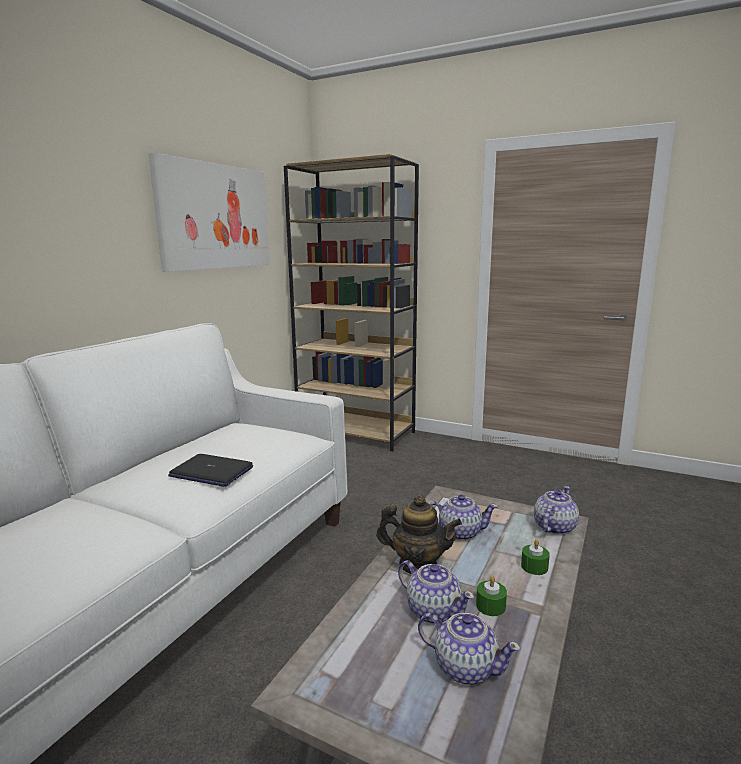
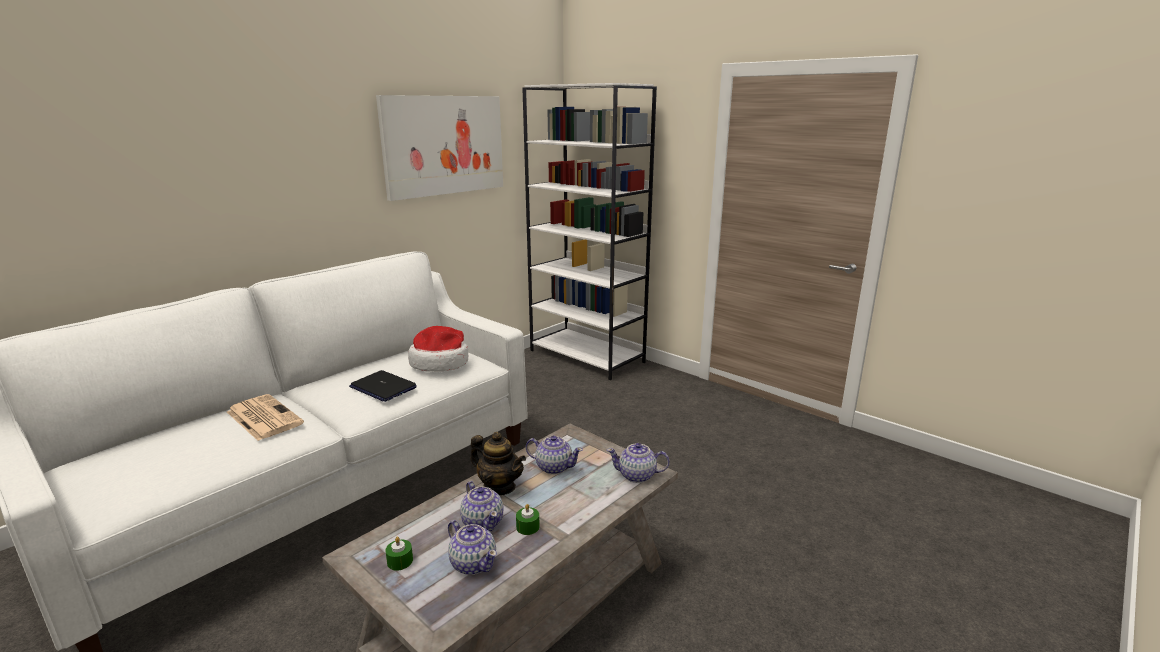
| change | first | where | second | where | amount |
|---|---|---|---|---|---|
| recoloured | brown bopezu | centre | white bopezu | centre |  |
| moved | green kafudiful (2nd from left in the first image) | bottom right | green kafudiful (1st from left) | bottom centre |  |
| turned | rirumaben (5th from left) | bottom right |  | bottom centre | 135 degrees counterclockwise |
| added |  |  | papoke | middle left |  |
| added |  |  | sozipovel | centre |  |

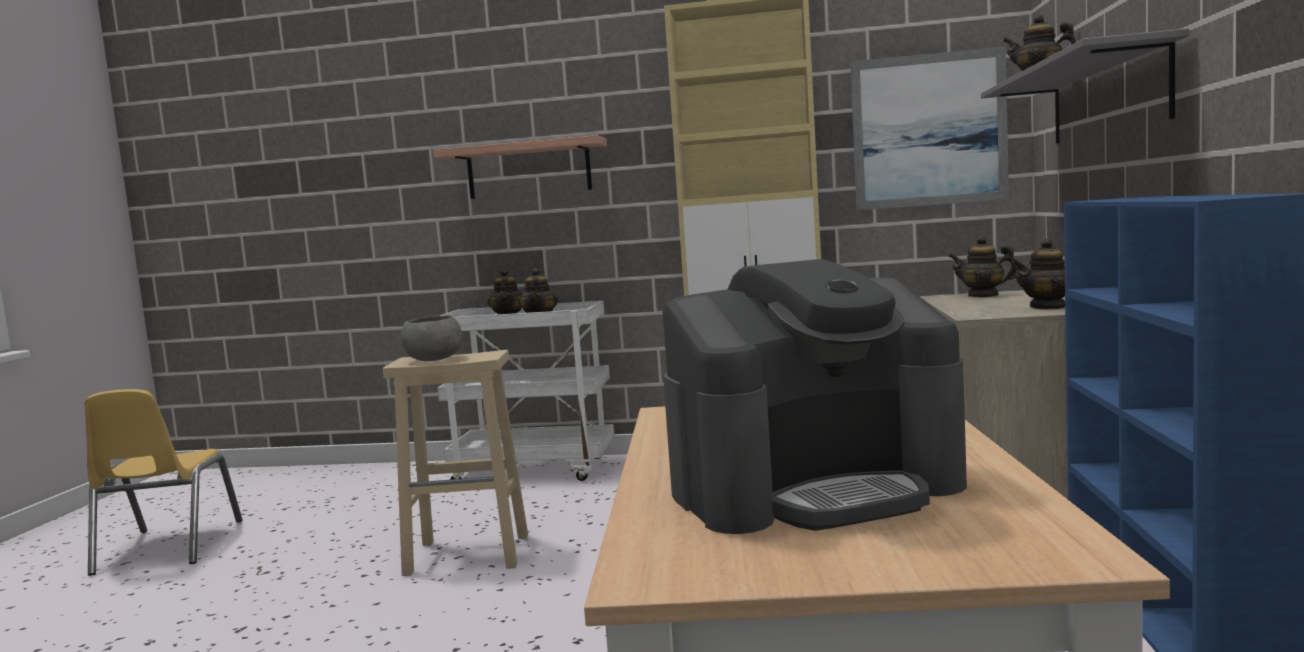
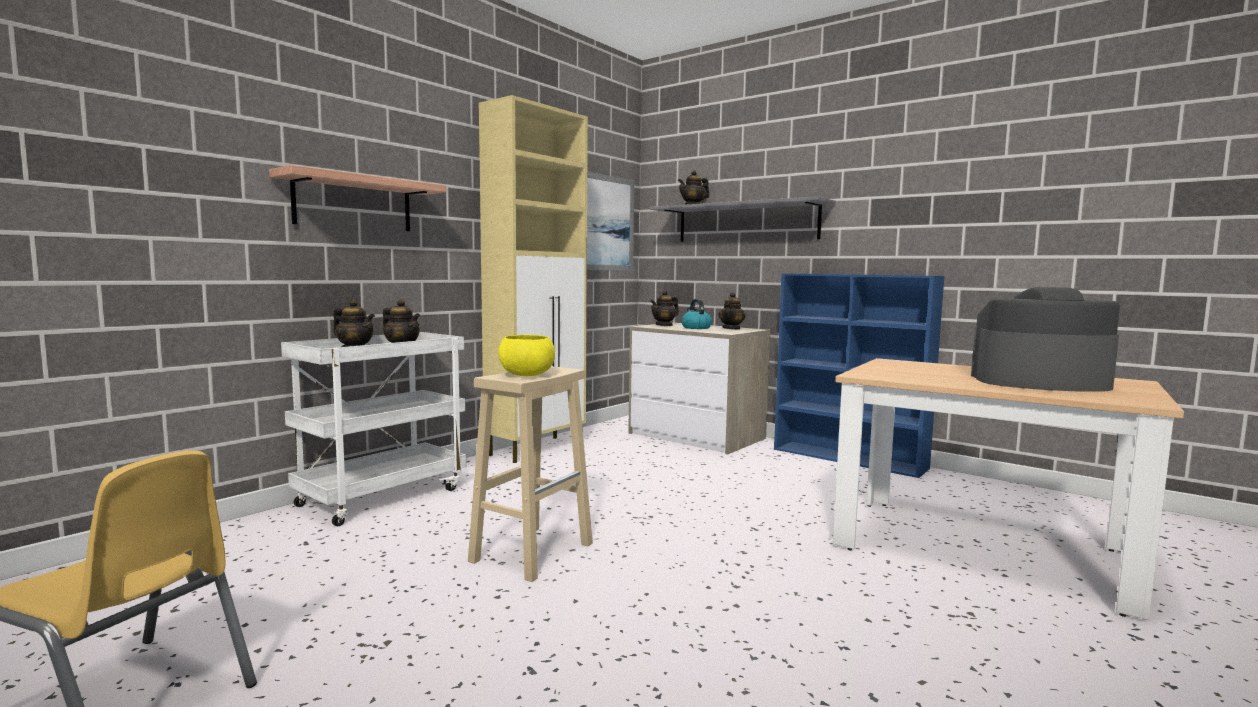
| change | first | where | second | where | amount |
|---|---|---|---|---|---|
| recoloured | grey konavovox | middle left | yellow konavovox | centre |  |
| turned | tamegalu | centre |  | middle right | 90 degrees counterclockwise |
| added |  |  | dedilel | centre |  |

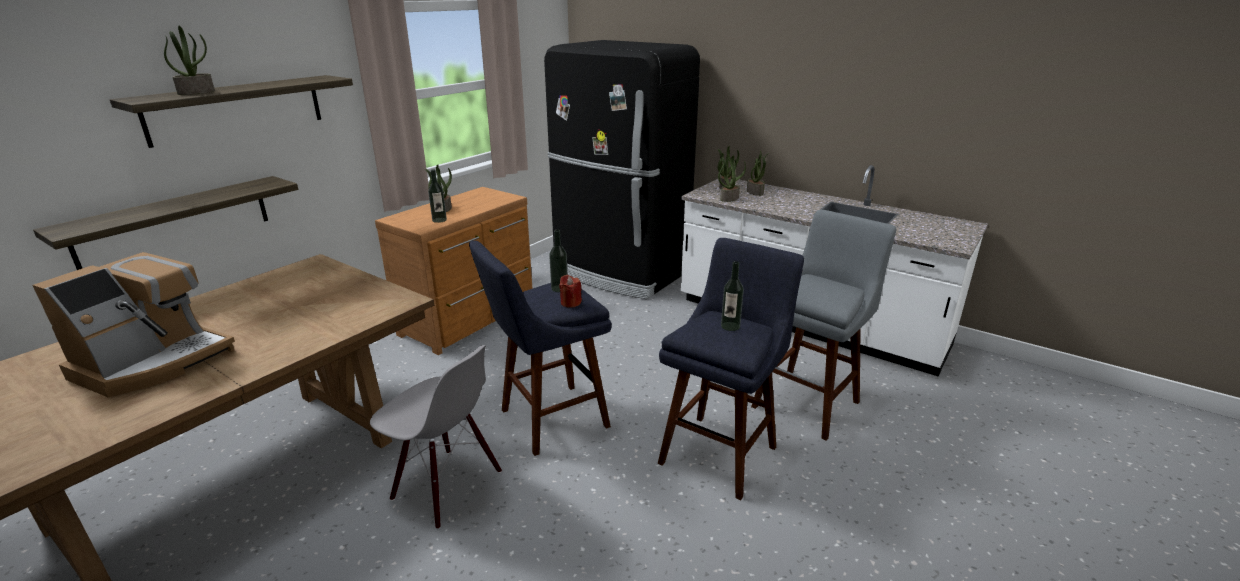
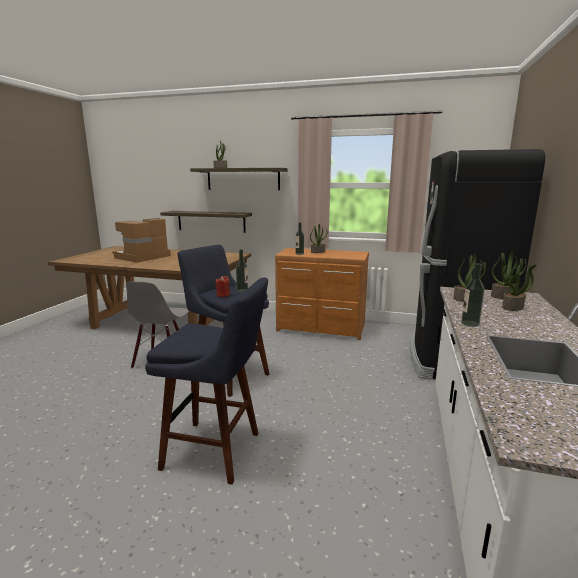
| change | first | where | second | where | amount |
|---|---|---|---|---|---|
| turned | tamegalu | middle left |  | middle left | 120 degrees clockwise |
| moved | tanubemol (3rd from left) | centre |  | middle right |  |
| removed | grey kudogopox | centre |  |  |  |

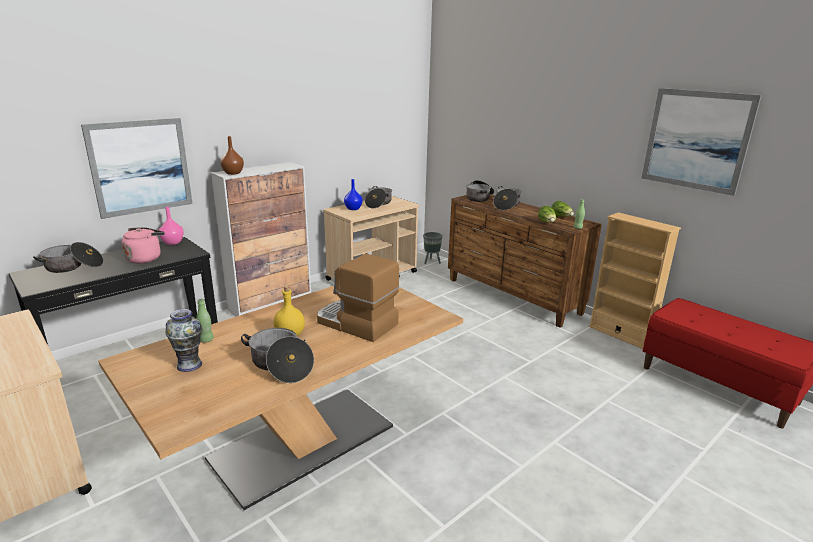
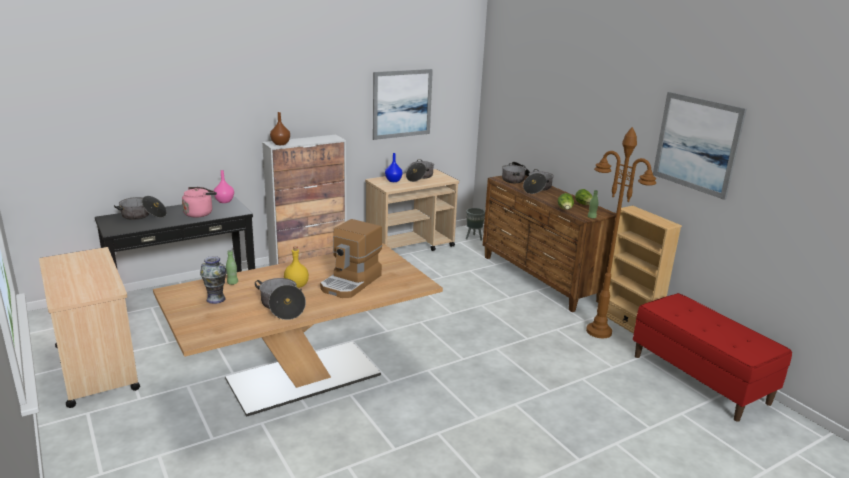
| change | first | where | second | where | amount |
|---|---|---|---|---|---|
| moved | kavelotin (1st from left) | top left |  | top centre |  |
| turned | tamegalu | centre |  | centre | 105 degrees counterclockwise |
| added |  |  | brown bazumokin | middle right |  |

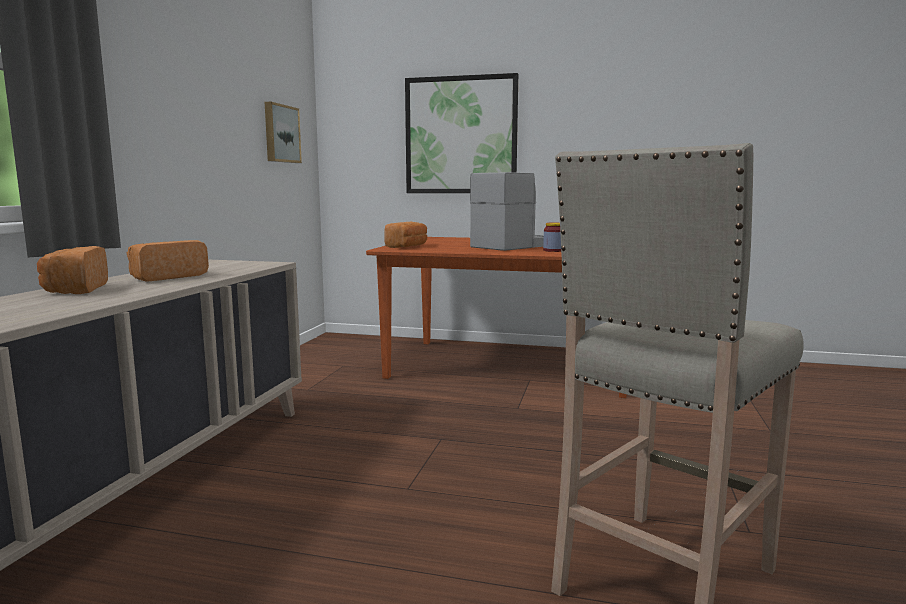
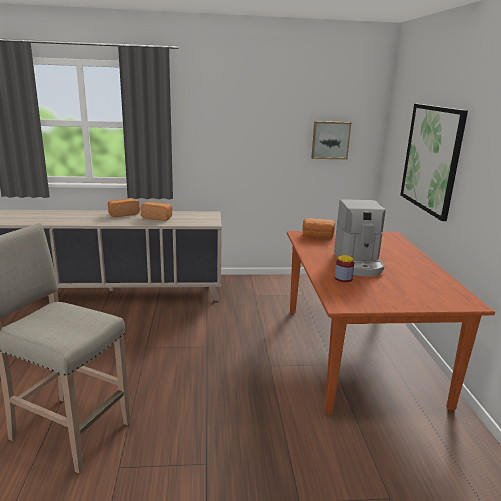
| change | first | where | second | where | amount |
|---|---|---|---|---|---|
| turned | tamegalu | centre |  | middle right | 60 degrees clockwise |

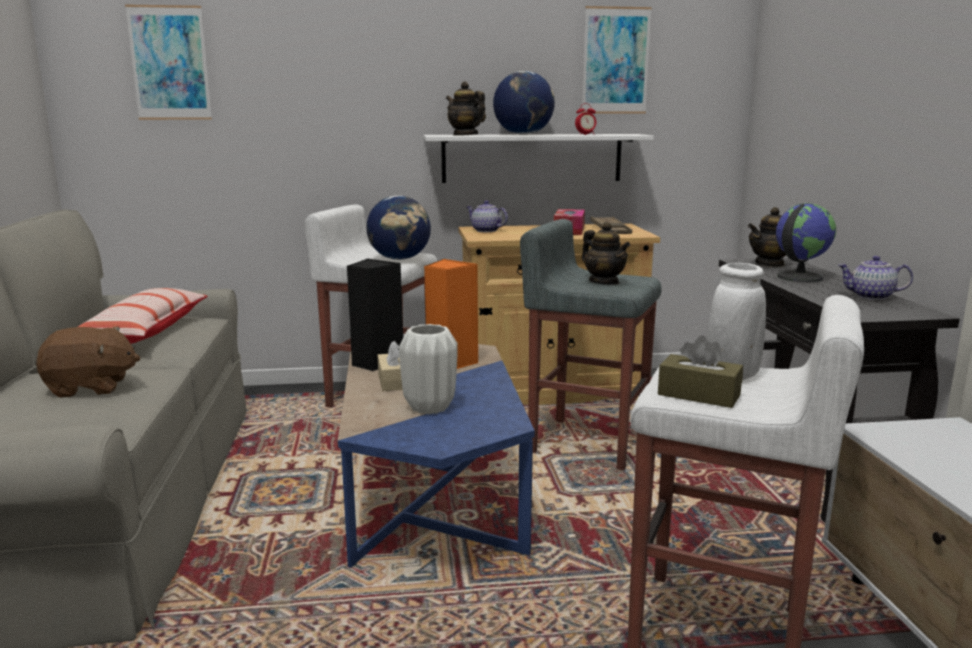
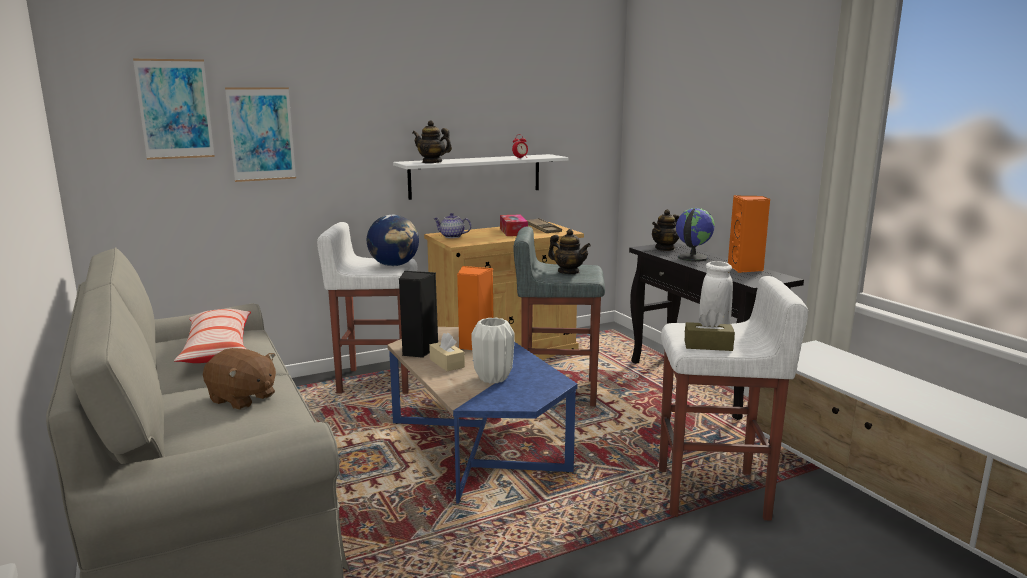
| change | first | where | second | where | amount |
|---|---|---|---|---|---|
| turned | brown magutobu | middle left |  | middle left | 60 degrees clockwise |
| removed | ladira (2nd from left) | top centre |  |  |  |
| moved | kavelotin (2nd from left) | top centre |  | top left |  |
| replaced | rirumaben (5th from left) | middle right | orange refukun (2nd from left) | middle right |  |

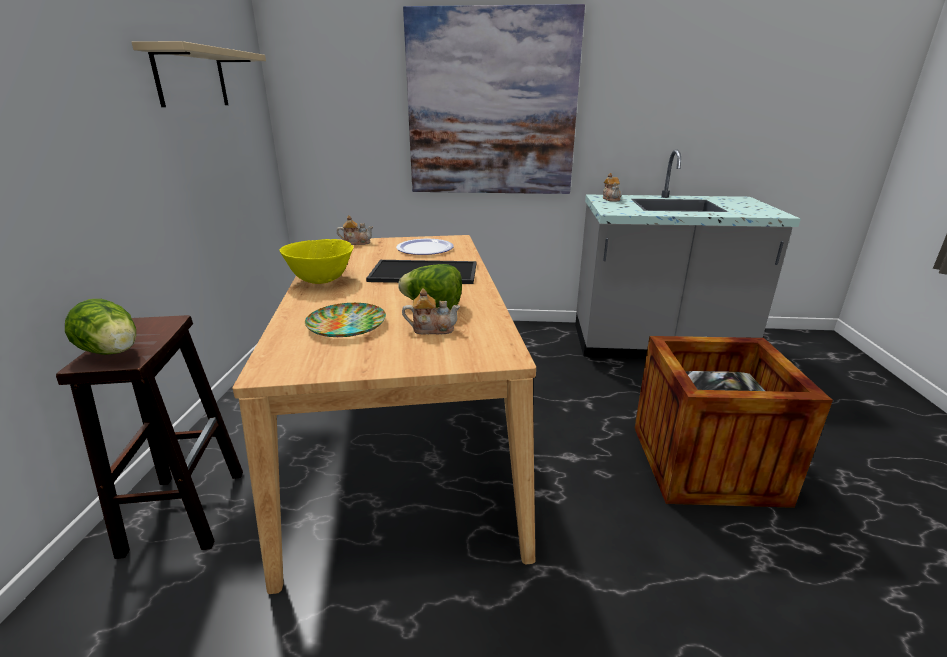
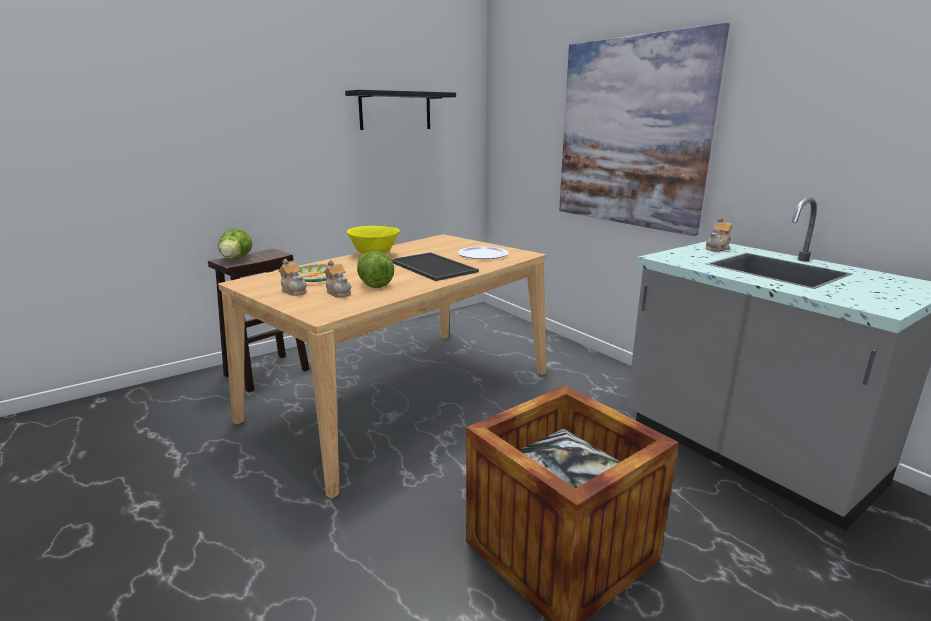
| change | first | where | second | where | amount |
|---|---|---|---|---|---|
| recoloured | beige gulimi | top left | black gulimi | top centre |  |
| moved | rirumaben (1st from left) | centre |  | middle left |  |

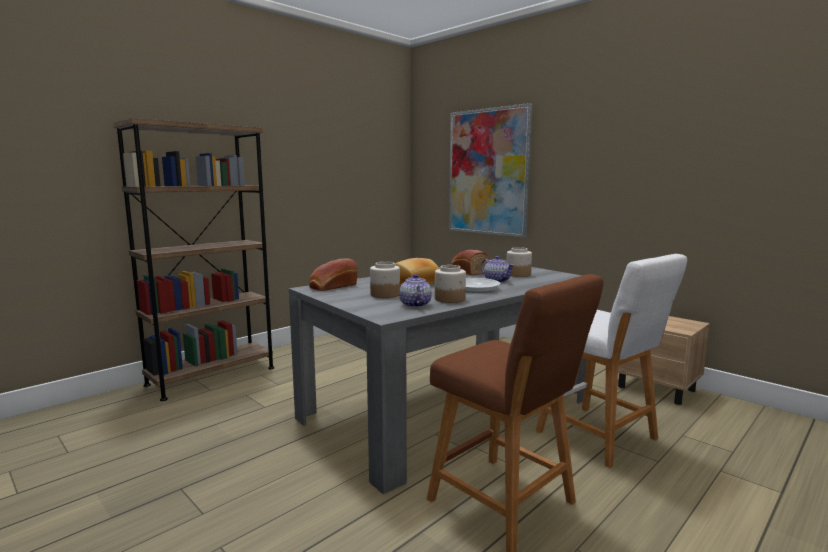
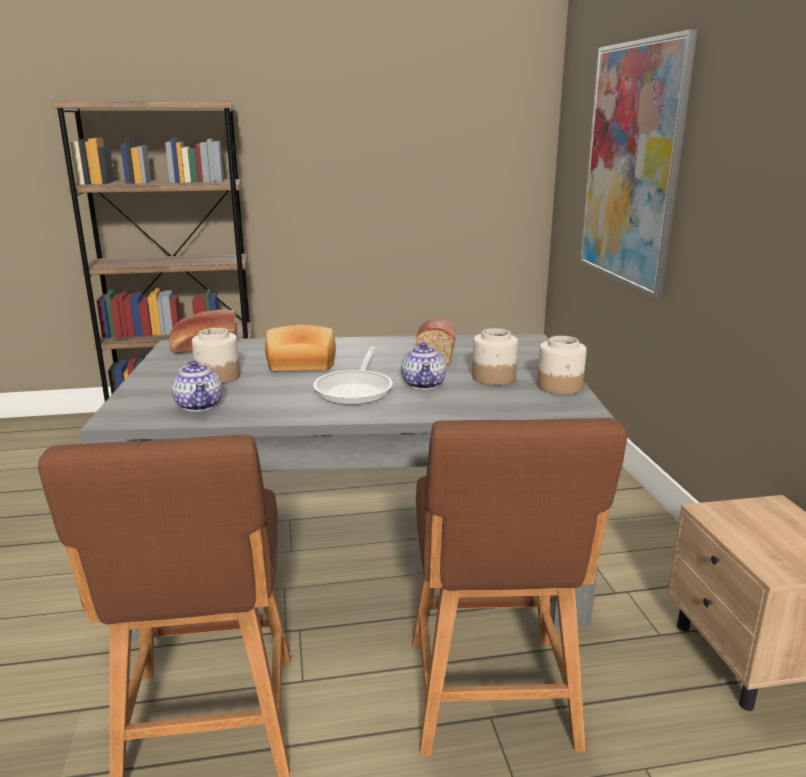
| change | first | where | second | where | amount |
|---|---|---|---|---|---|
| turned | rirumaben (1st from left) | centre |  | middle left | 135 degrees clockwise |
| moved | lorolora (2nd from left in the first image) | centre | lorolora (3rd from left) | middle right |  |
| recoloured | white kudogopox | middle right | brown kudogopox (2nd from left) | bottom centre |  |

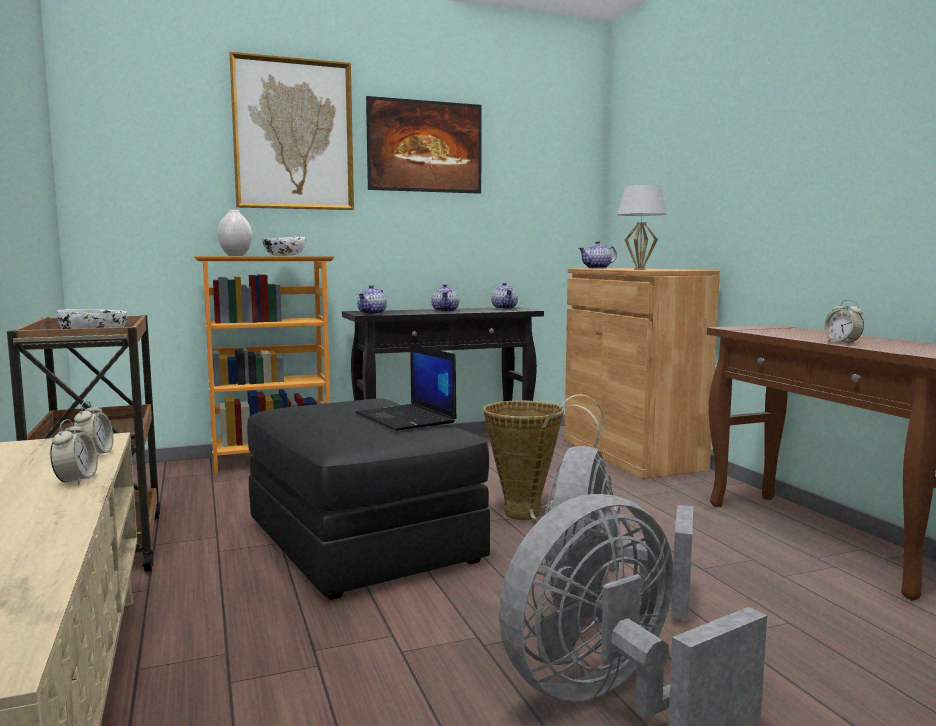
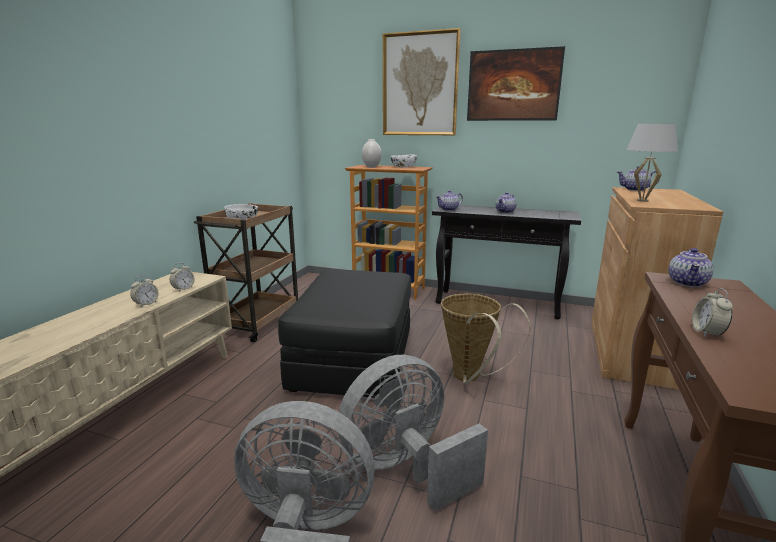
| change | first | where | second | where | amount |
|---|---|---|---|---|---|
| removed | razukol | centre |  |  |  |
| moved | rirumaben (3rd from left in the first image) | centre | rirumaben (4th from left) | middle right |  |

